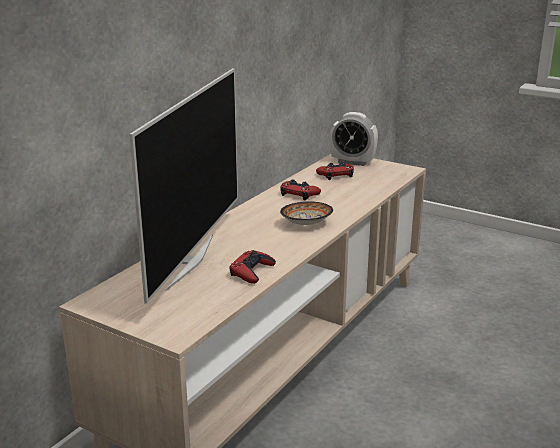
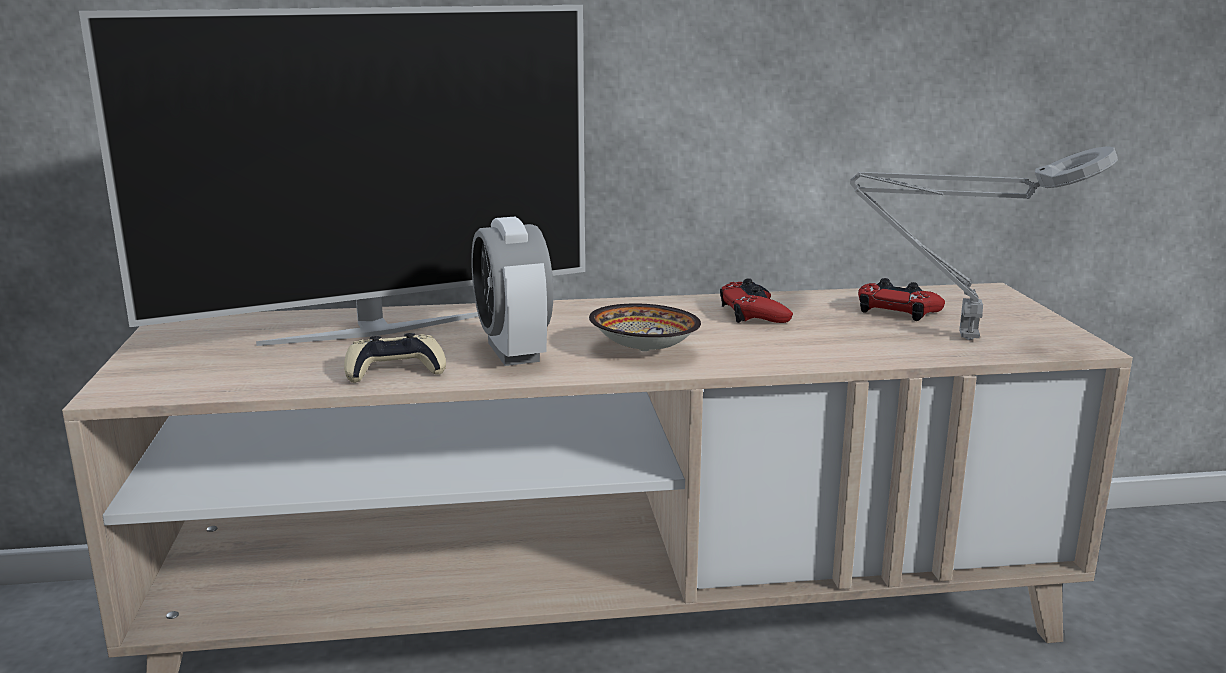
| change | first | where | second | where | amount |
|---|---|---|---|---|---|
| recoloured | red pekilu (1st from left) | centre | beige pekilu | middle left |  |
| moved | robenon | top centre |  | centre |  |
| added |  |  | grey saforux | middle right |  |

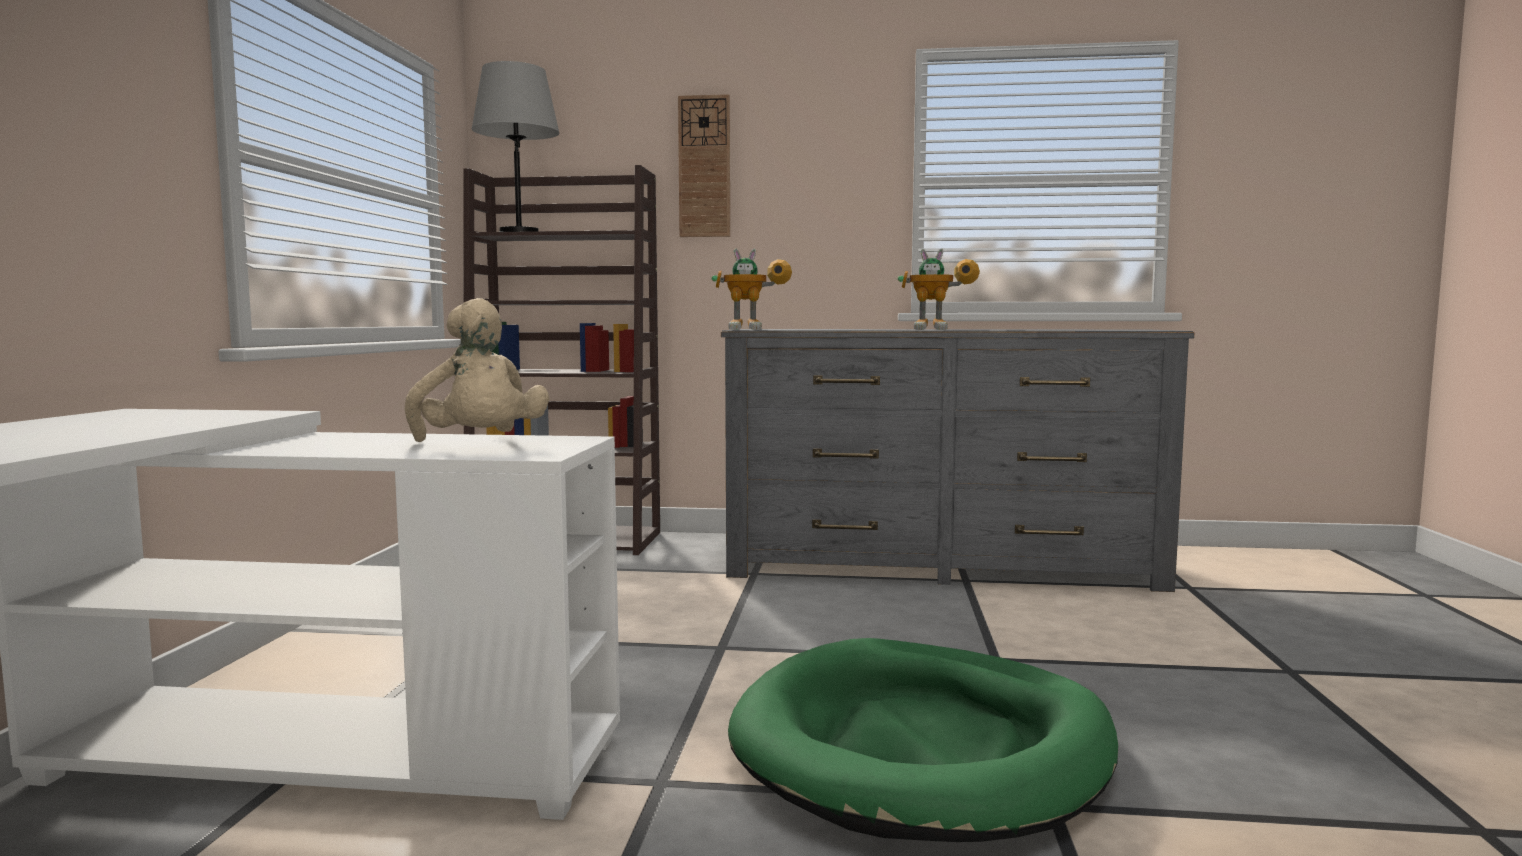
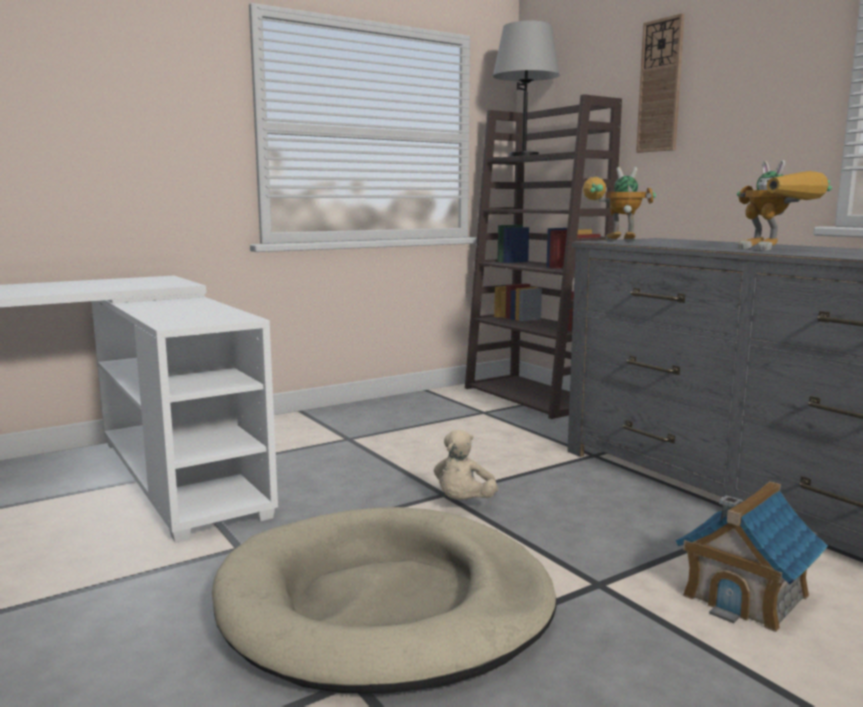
| change | first | where | second | where | amount |
|---|---|---|---|---|---|
| moved | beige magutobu | middle left |  | centre |  |
| turned | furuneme (1st from left) | centre |  | top right | 135 degrees clockwise |
| recoloured | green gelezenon | bottom centre | beige gelezenon | bottom centre |  |
| added |  |  | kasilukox | bottom right |  |

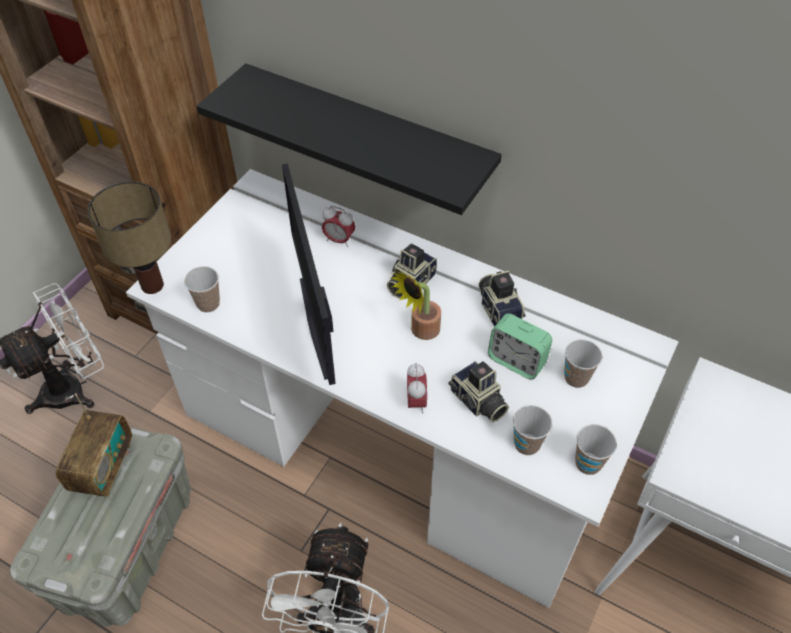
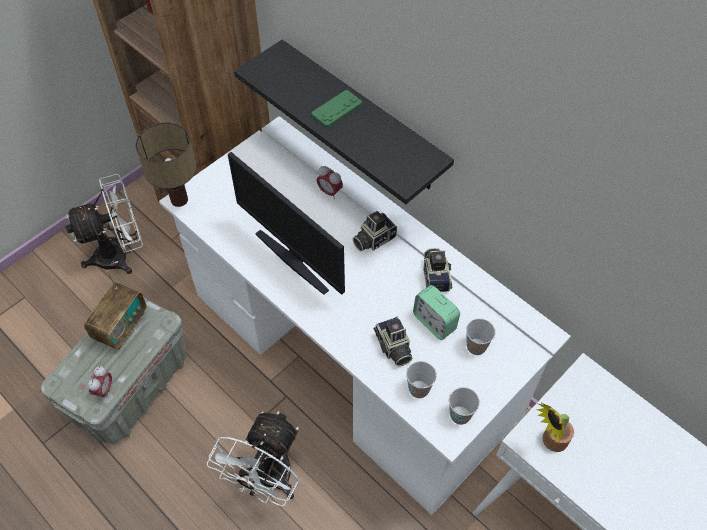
| change | first | where | second | where | amount |
|---|---|---|---|---|---|
| removed | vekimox (1st from left) | middle left |  |  |  |
| turned | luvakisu | centre |  | centre | 45 degrees counterclockwise |
| moved | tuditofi | centre |  | bottom right |  |
| moved | robenon (2nd from left in the first image) | centre | robenon (1st from left) | bottom left |  |
| added |  |  | green pekilu | top centre |  |

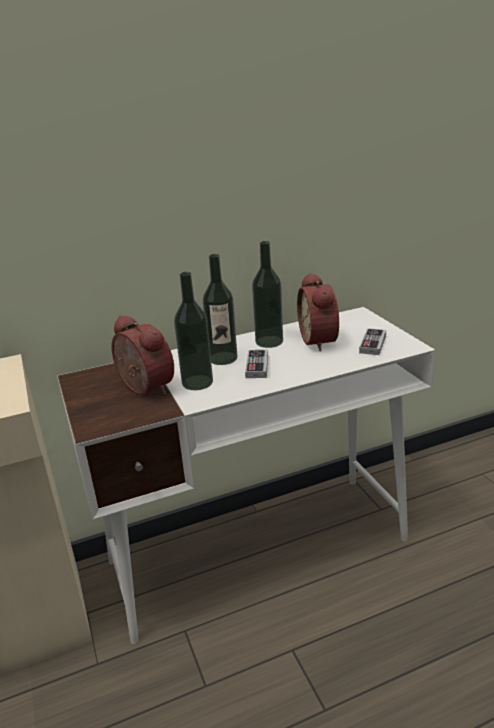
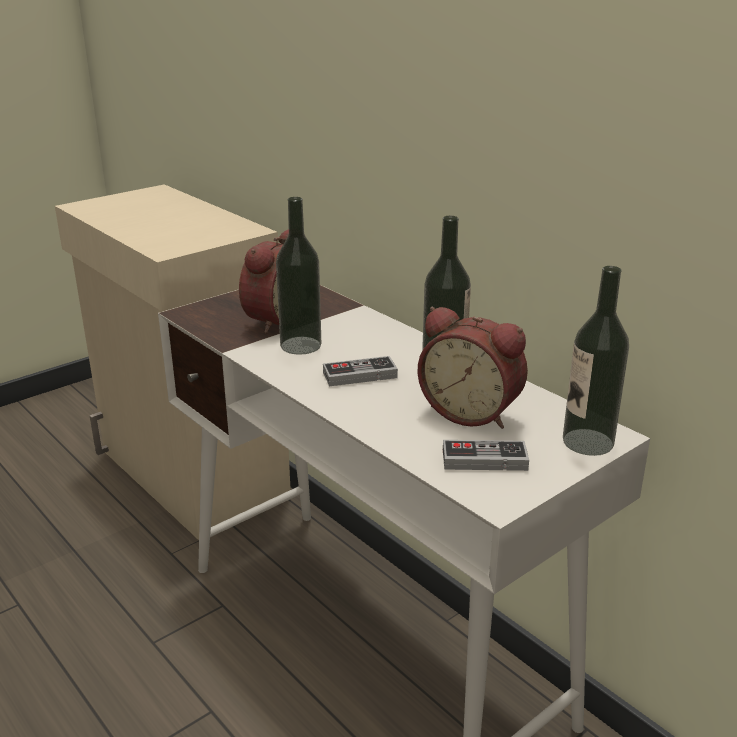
| change | first | where | second | where | amount |
|---|---|---|---|---|---|
| moved | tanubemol (2nd from left in the first image) | centre | tanubemol (3rd from left) | middle right |  |
| turned | robenon (2nd from left) | centre |  | centre | 120 degrees counterclockwise |

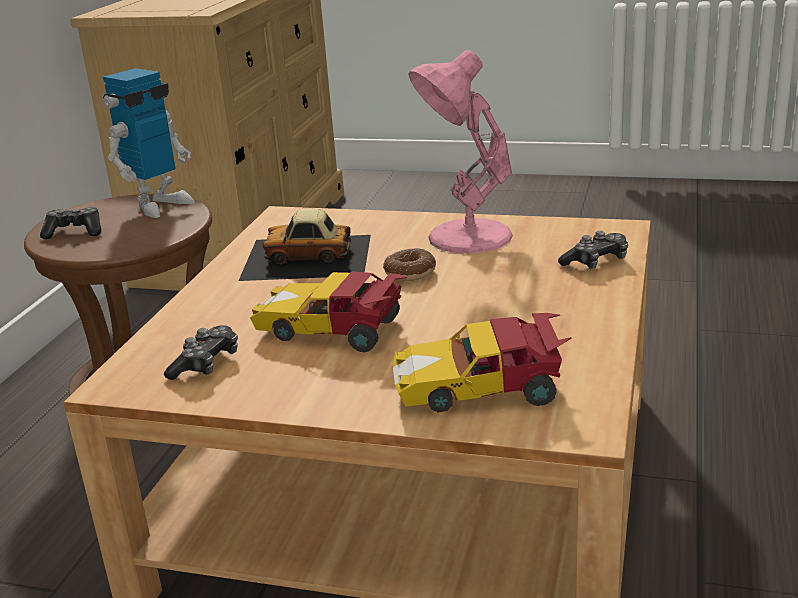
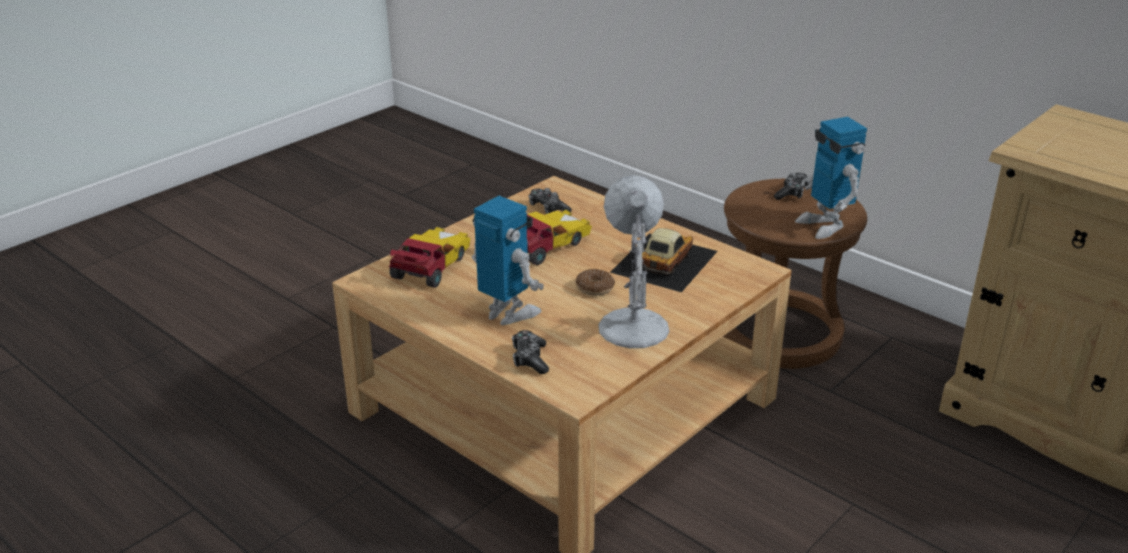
| change | first | where | second | where | amount |
|---|---|---|---|---|---|
| recoloured | pink saforux | top centre | white saforux | centre |  |
| added |  |  | furuneme (1st from left) | centre |  |

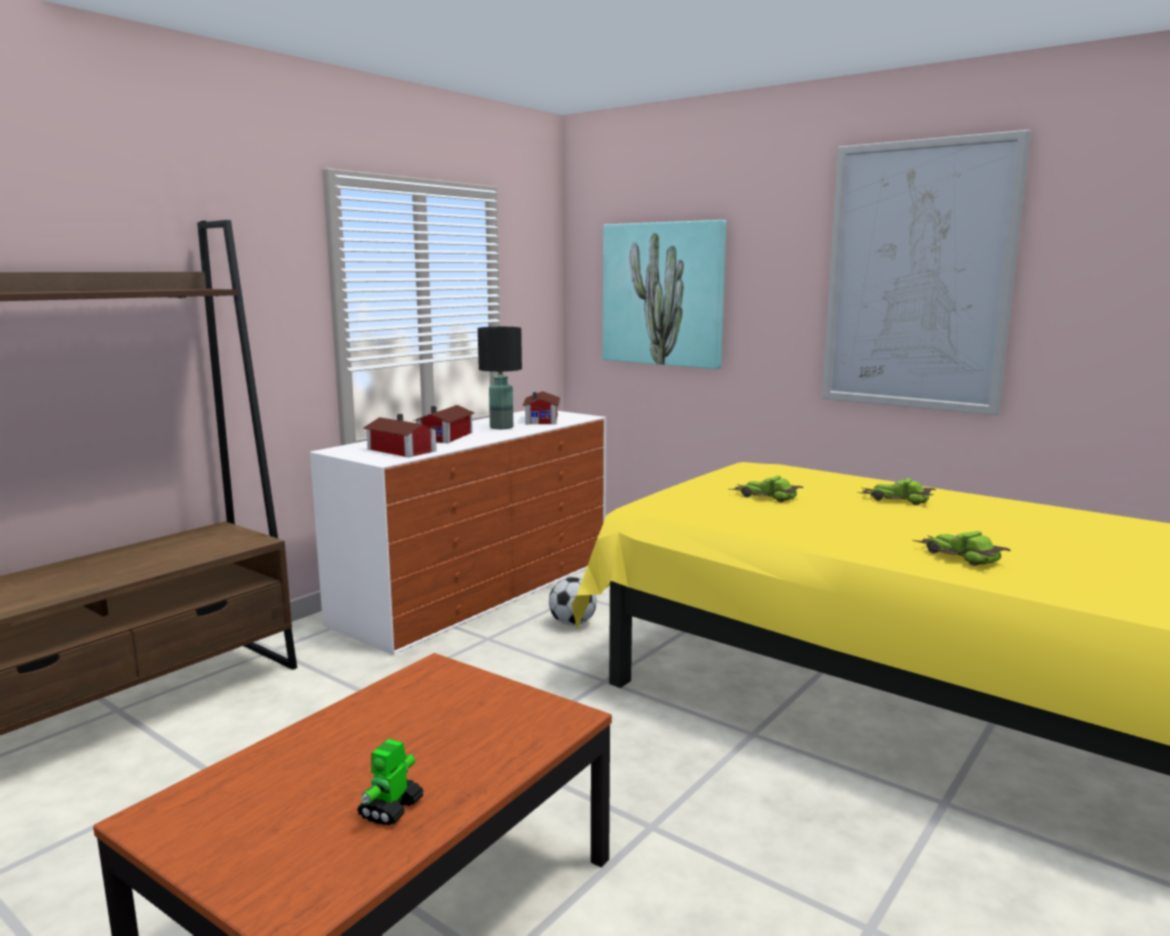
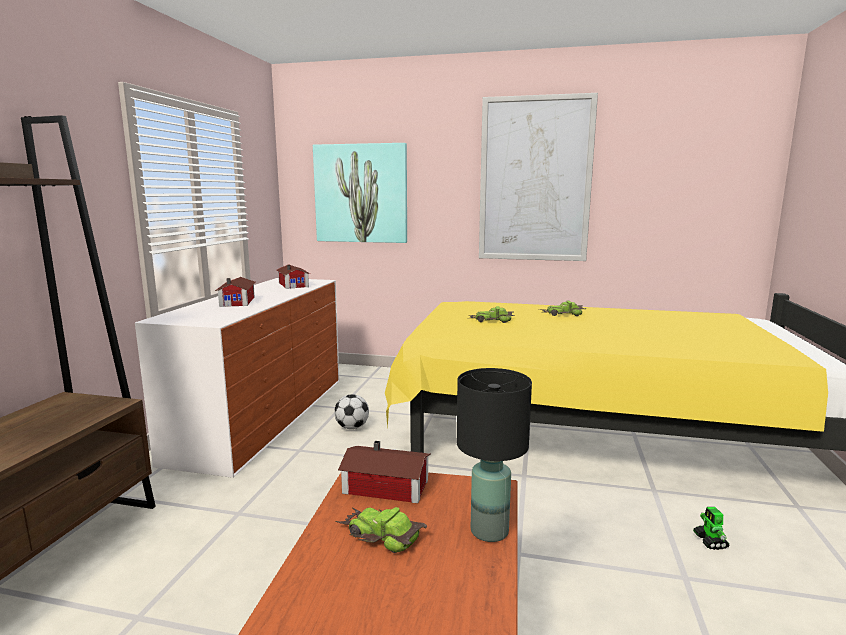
| change | first | where | second | where | amount |
|---|---|---|---|---|---|
| moved | furuneme | bottom centre |  | bottom right |  |
| moved | kasilukox (1st from left in the first image) | centre | kasilukox (3rd from left) | bottom centre |  |
| moved | black saforux | centre |  | bottom centre |  |
| moved | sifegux (3rd from left in the first image) | middle right | sifegux (1st from left) | bottom centre |  |

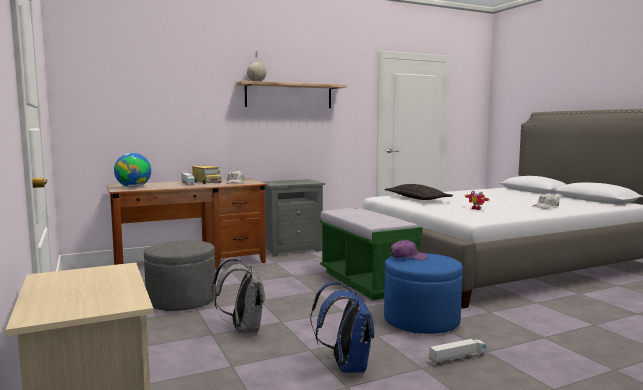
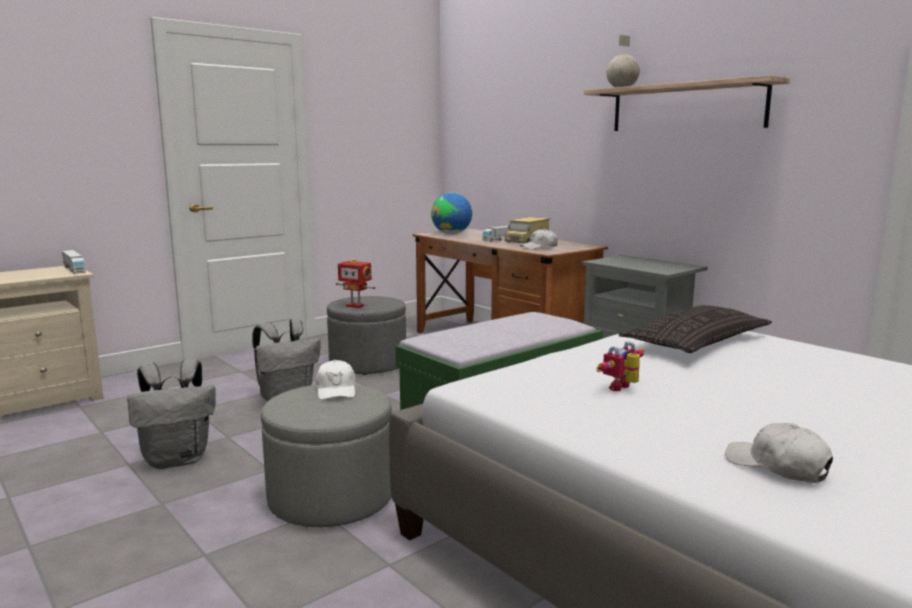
| change | first | where | second | where | amount |
|---|---|---|---|---|---|
| recoloured | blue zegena | bottom centre | grey zegena (1st from left) | bottom left |  |
| recoloured | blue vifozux | bottom centre | grey vifozux (1st from left) | bottom centre |  |
| recoloured | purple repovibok | centre | white repovibok (1st from left) | centre |  |
| moved | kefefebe (3rd from left in the first image) | bottom right | kefefebe (1st from left) | middle left |  |
| added |  |  | furuneme (1st from left) | centre |  |

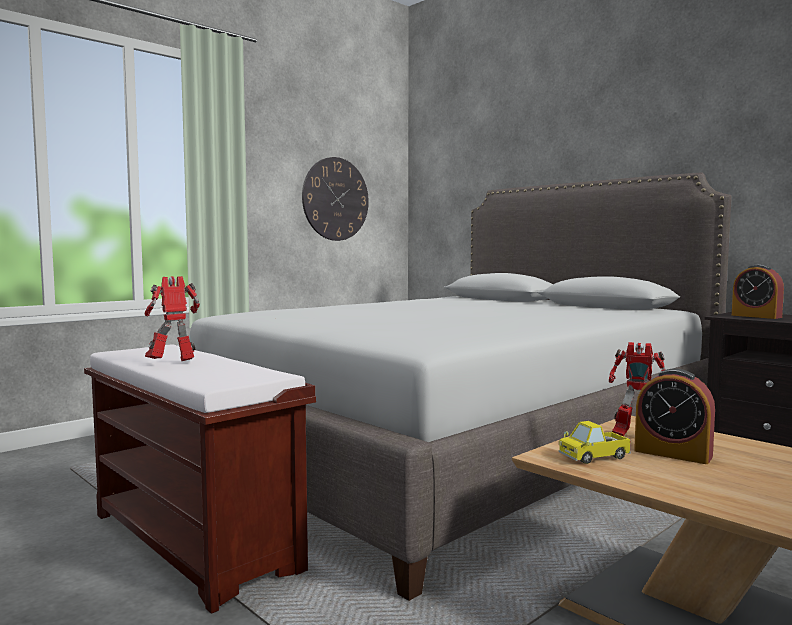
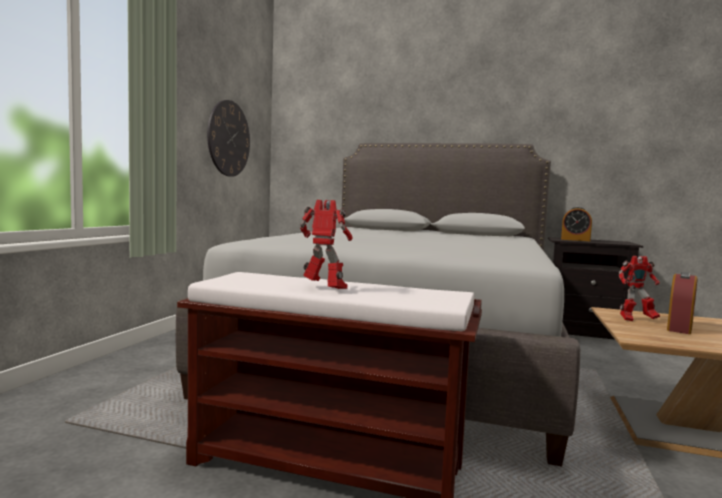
| change | first | where | second | where | amount |
|---|---|---|---|---|---|
| turned | furuneme (1st from left) | middle left |  | centre | 90 degrees clockwise |
| removed | kefefebe | bottom right |  |  |  |
| turned | robenon (1st from left in the first image) | middle right | robenon (2nd from left) | middle right | 60 degrees counterclockwise |

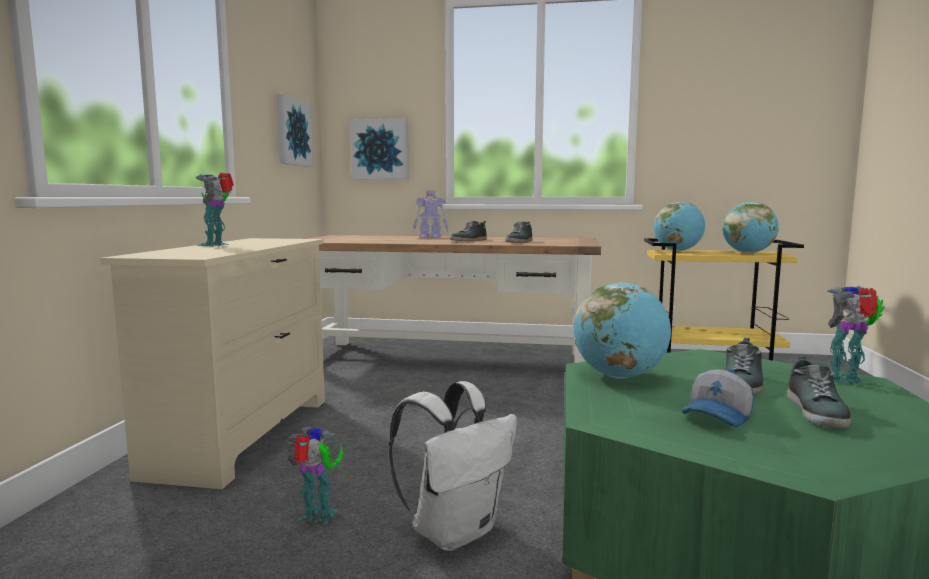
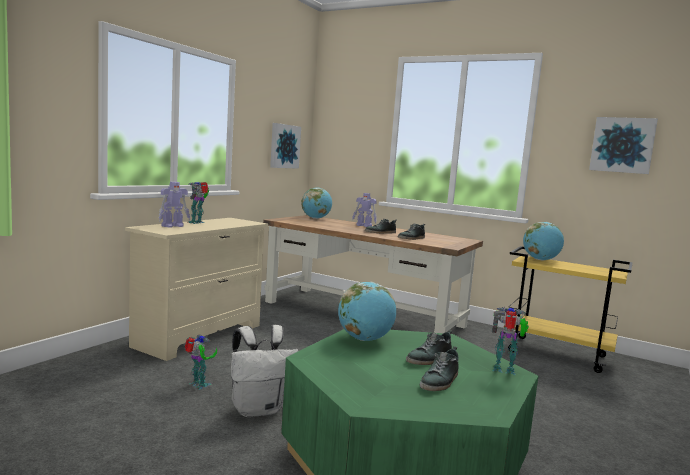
| change | first | where | second | where | amount |
|---|---|---|---|---|---|
| moved | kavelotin (2nd from left) | top centre |  | top right |  |
| removed | repovibok | bottom right |  |  |  |
| moved | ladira (3rd from left in the first image) | middle right | ladira (1st from left) | centre |  |
| added |  |  | furuneme (1st from left) | middle left |  |

